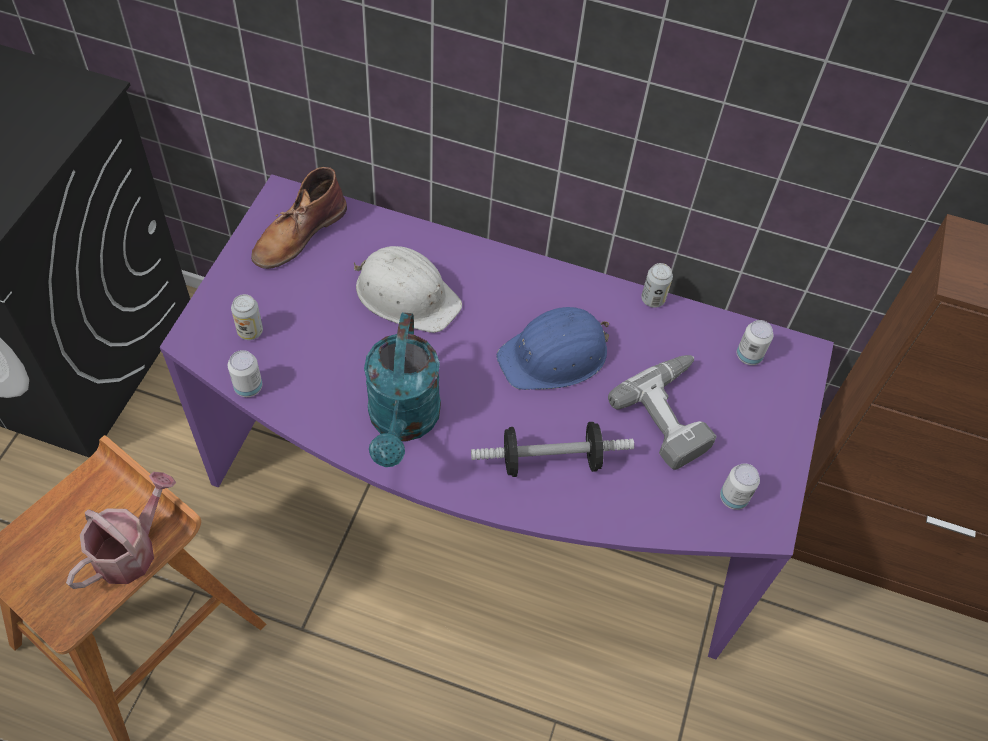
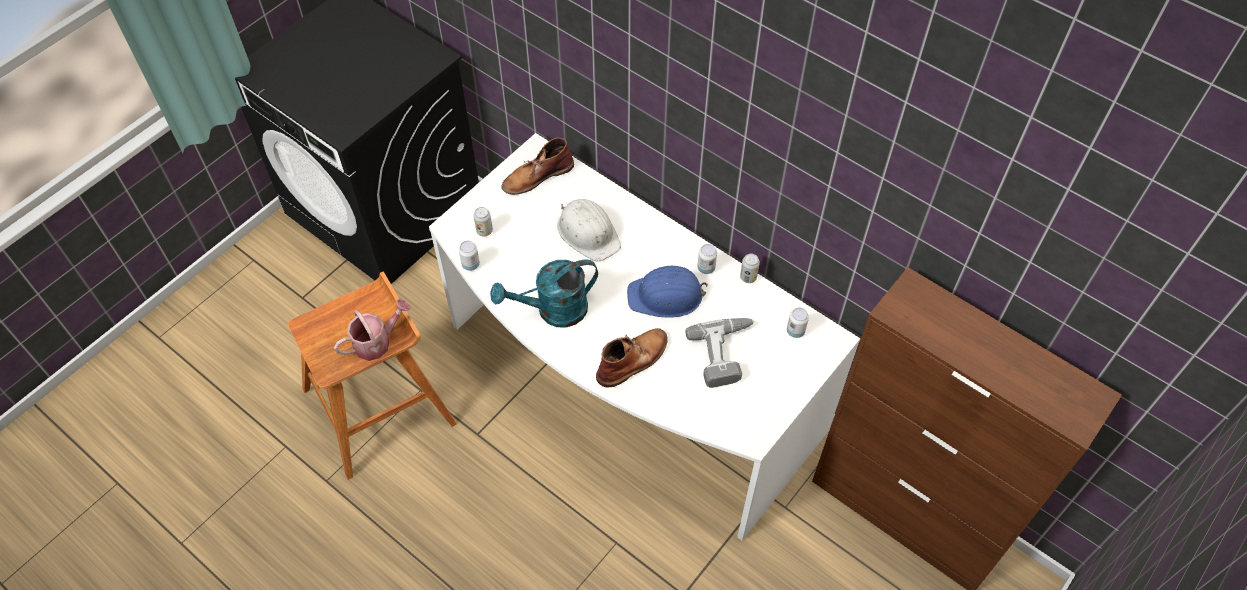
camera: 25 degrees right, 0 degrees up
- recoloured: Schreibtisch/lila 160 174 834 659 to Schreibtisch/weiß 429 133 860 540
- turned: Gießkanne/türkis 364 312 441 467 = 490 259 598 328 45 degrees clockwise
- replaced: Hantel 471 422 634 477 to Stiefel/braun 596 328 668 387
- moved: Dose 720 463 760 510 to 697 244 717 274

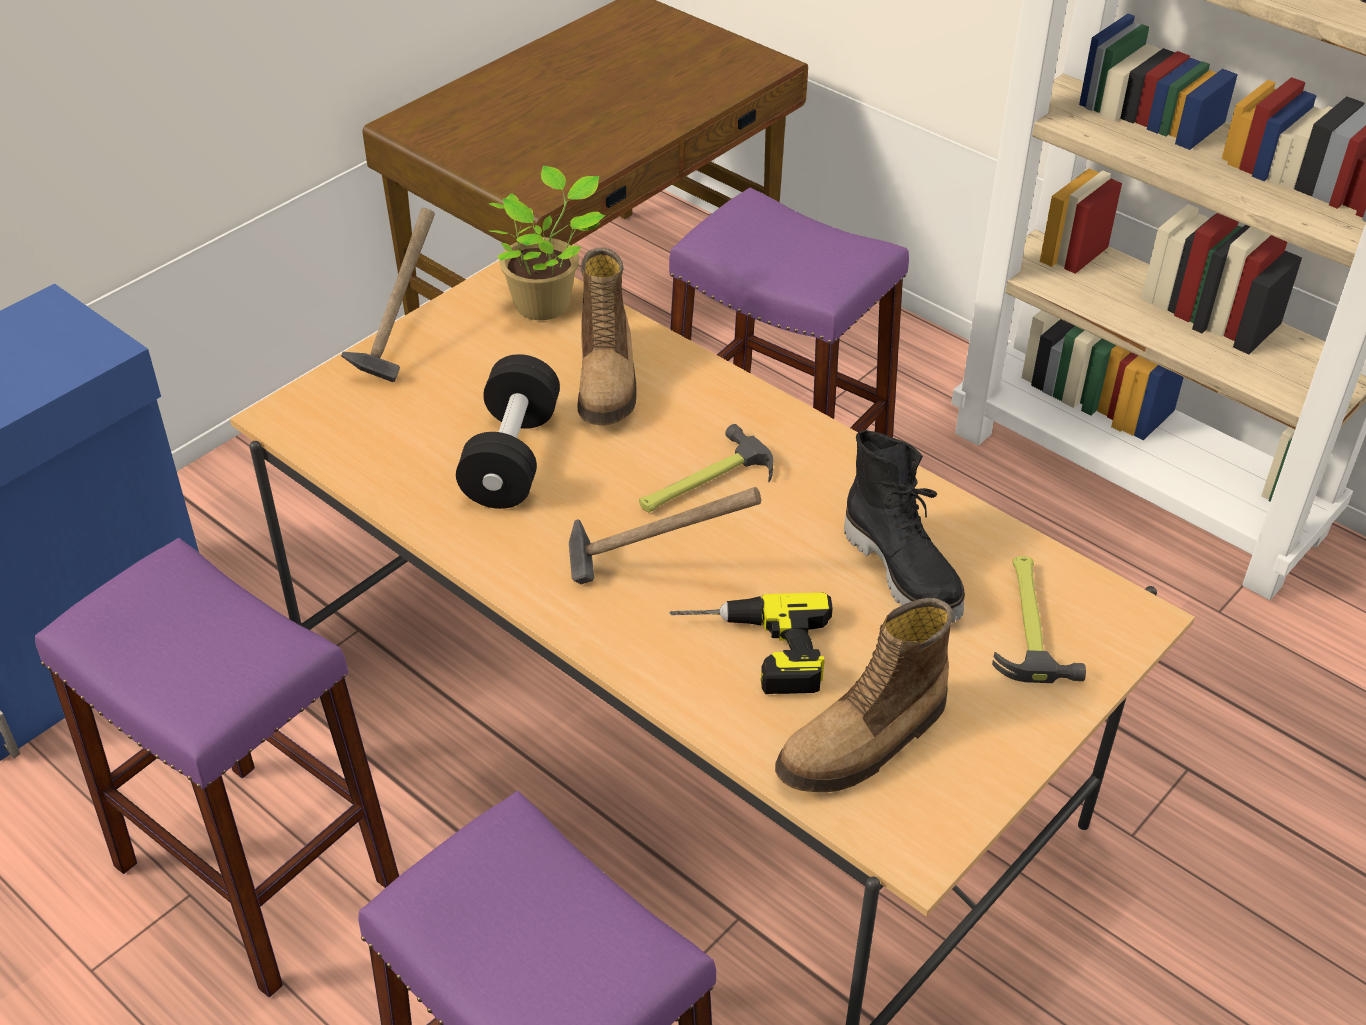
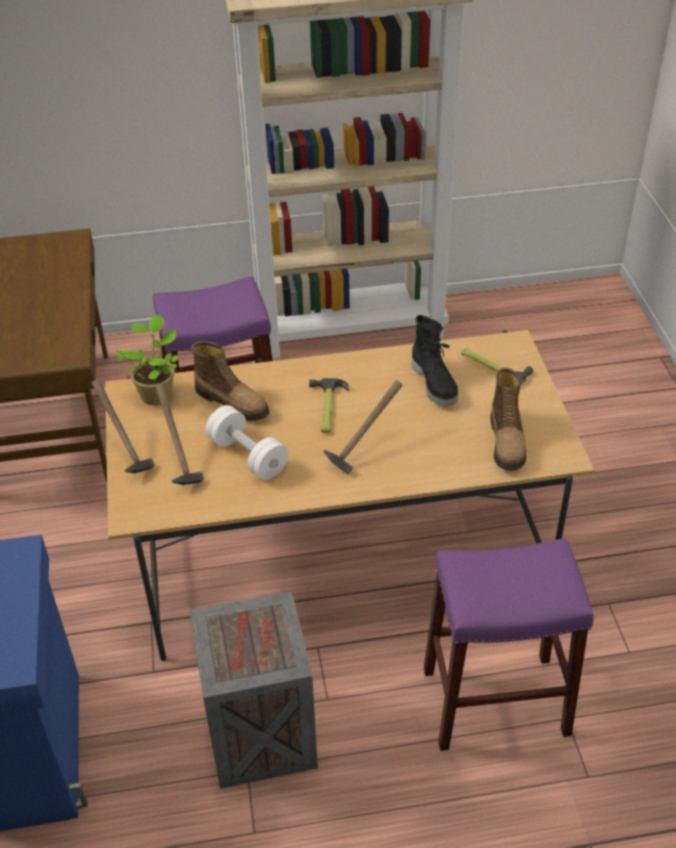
camera: 50 degrees left, 0 degrees up
- replaced: Hocker/lila 35 538 399 998 to Kiste 190 591 318 789
- recoloured: Hantel/schwarz 456 354 560 509 to Hantel/weiß 205 405 288 480
- removed: Bohrmaschine 669 593 833 694
- turned: Stiefel/schwarz 844 430 965 623 = 412 315 458 407 60 degrees clockwise
- added: Hammer 156 385 204 485

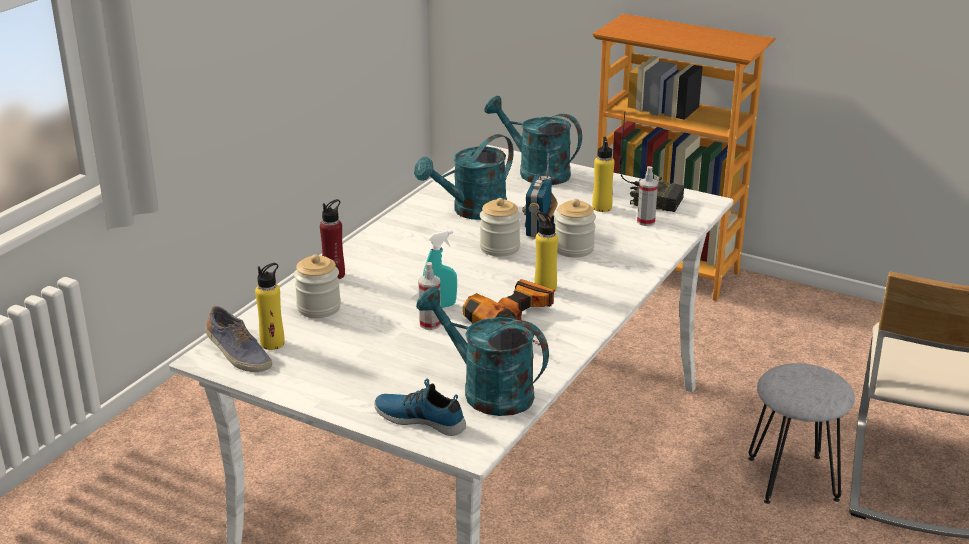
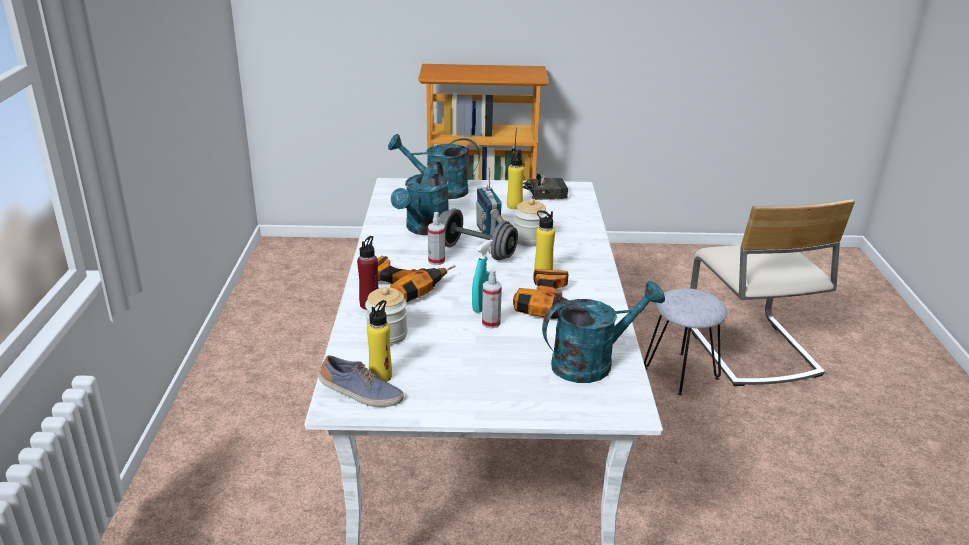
camera: 30 degrees left, 0 degrees up
- removed: Schuh 374 379 466 436
- turned: Gießkanne/türkis 416 287 549 416 = 542 281 665 383 150 degrees clockwise
- replaced: Vorratsglas 480 198 521 257 to Hantel/grau 439 208 518 260
- moved: Sprühflasche 637 166 658 226 to 428 212 445 265
- added: Bohrmaschine 378 256 456 302

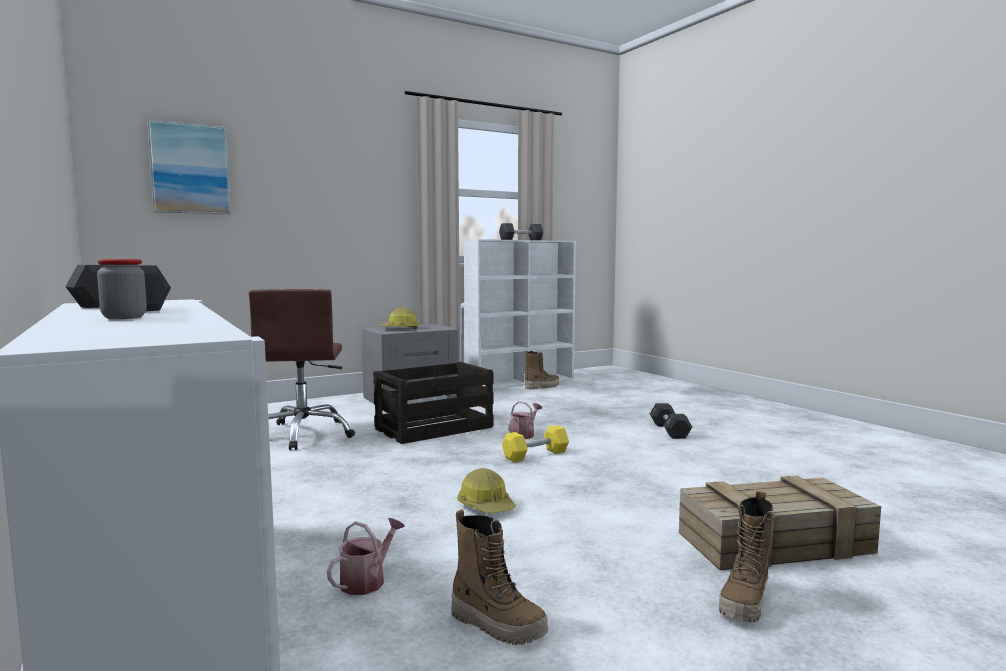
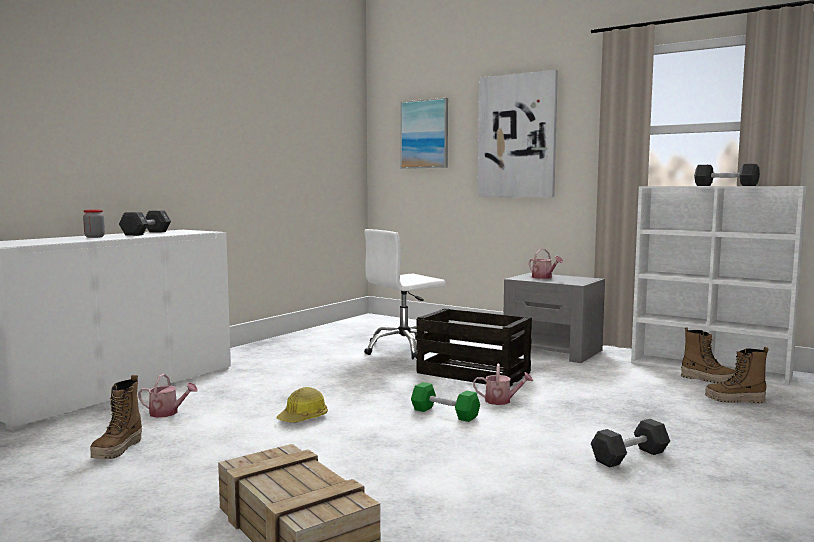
camera: 65 degrees right, 0 degrees up
- recoloured: Bürostuhl/braun 249 289 355 450 to Bürostuhl/weiß 364 229 446 359
- replaced: Schutzhelm 380 308 420 329 to Gießkanne 529 249 563 279
- recoloured: Hantel/gelb 502 425 569 462 to Hantel/grün 411 382 480 422
- moved: Stiefel 719 491 775 623 to 705 347 769 404
- added: Bild 478 70 558 197

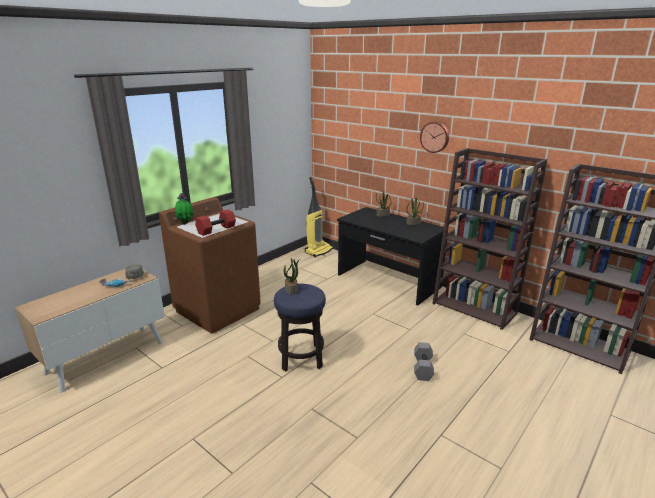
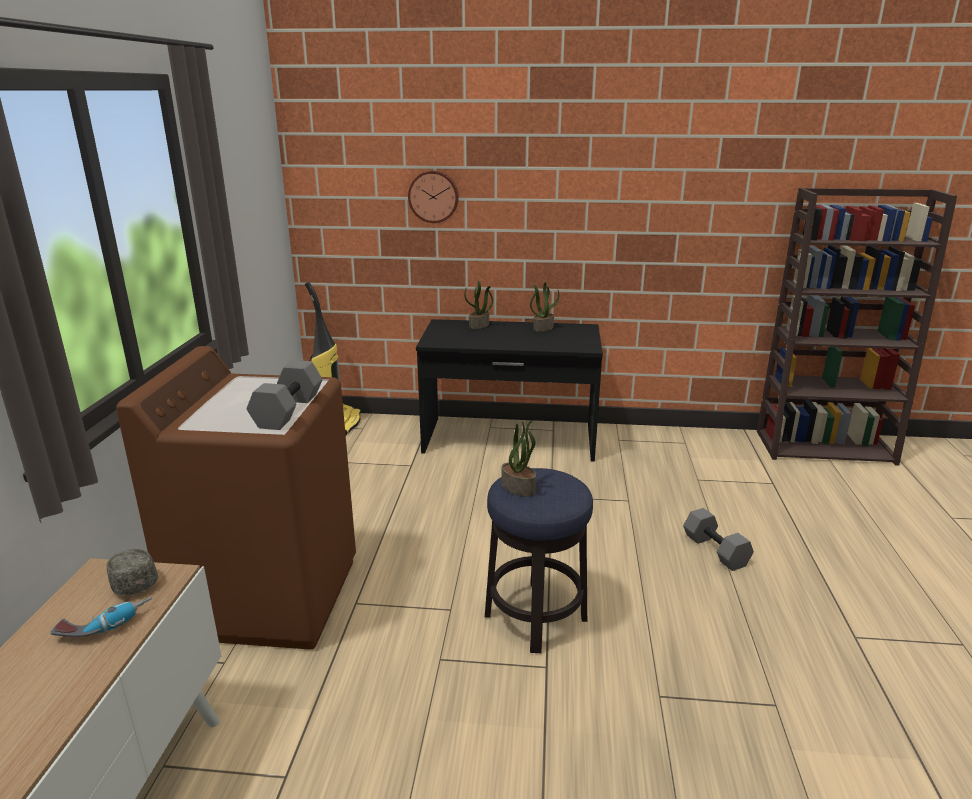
camera: 35 degrees left, 0 degrees up
- removed: Topfpflanze 175 193 194 225
- recoloured: Hantel/rot 195 210 236 236 to Hantel/grau 247 360 323 430
- moved: Wanduhr 420 122 449 153 to 408 171 459 223
- removed: Bücherregal/braun 432 148 547 330

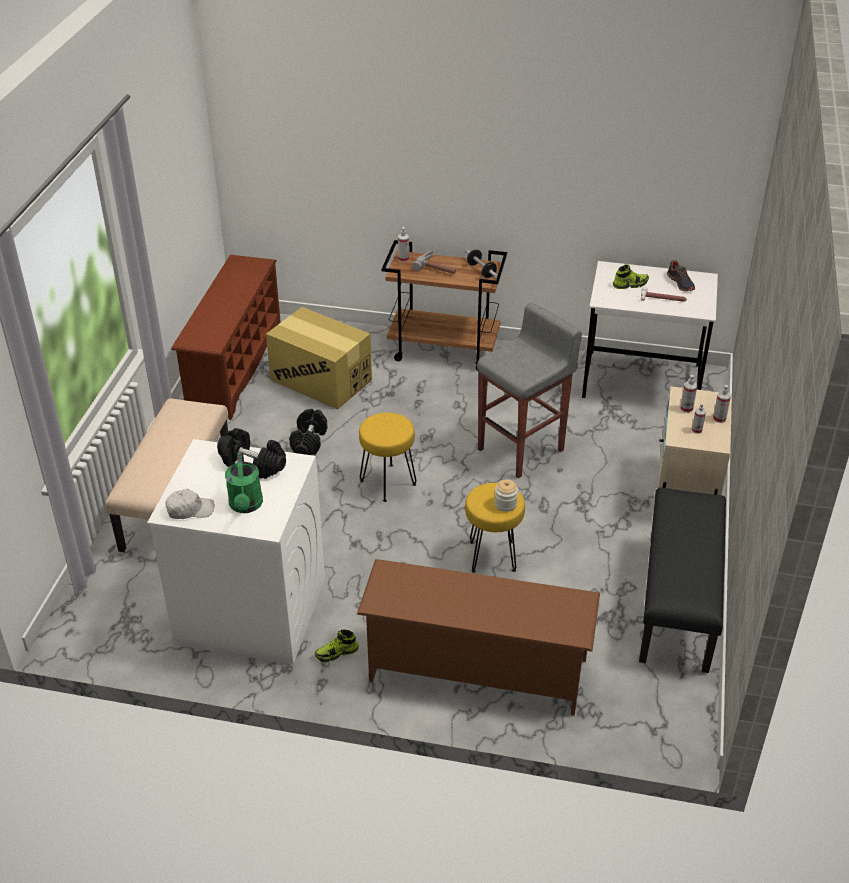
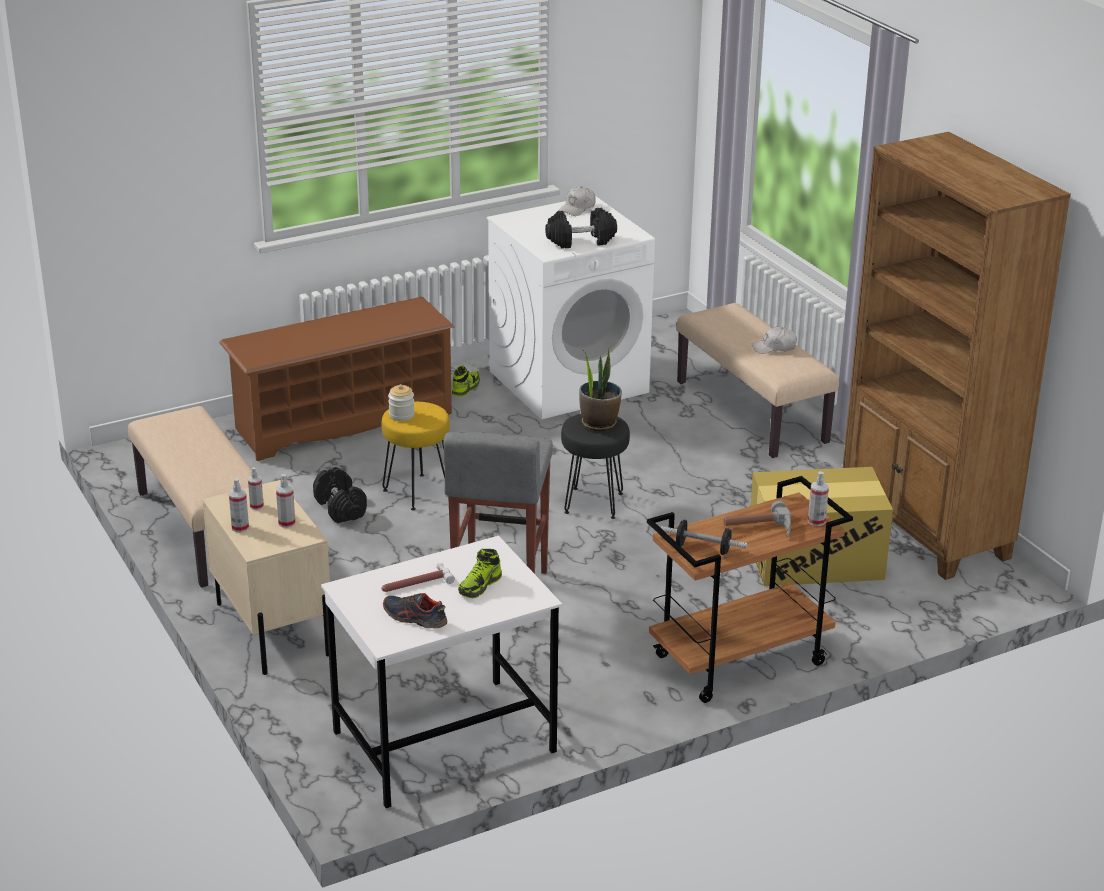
camera: 140 degrees right, 10 degrees down
- replaced: Schuhregal/braun 171 255 281 420 to Bücherregal/braun 843 132 1071 580
- removed: Gießkanne/grün 225 452 263 513
- moved: Hantel/schwarz 289 409 328 455 to 313 467 367 523
- recoloured: Hocker/gelb 359 412 417 502 to Hocker/schwarz 561 414 630 519
- recoloured: Bank/schwarz 639 488 726 673 to Bank/beige 128 406 252 588
- added: Topfpflanze 579 348 622 431
- added: Kappe/weiß 751 327 797 354

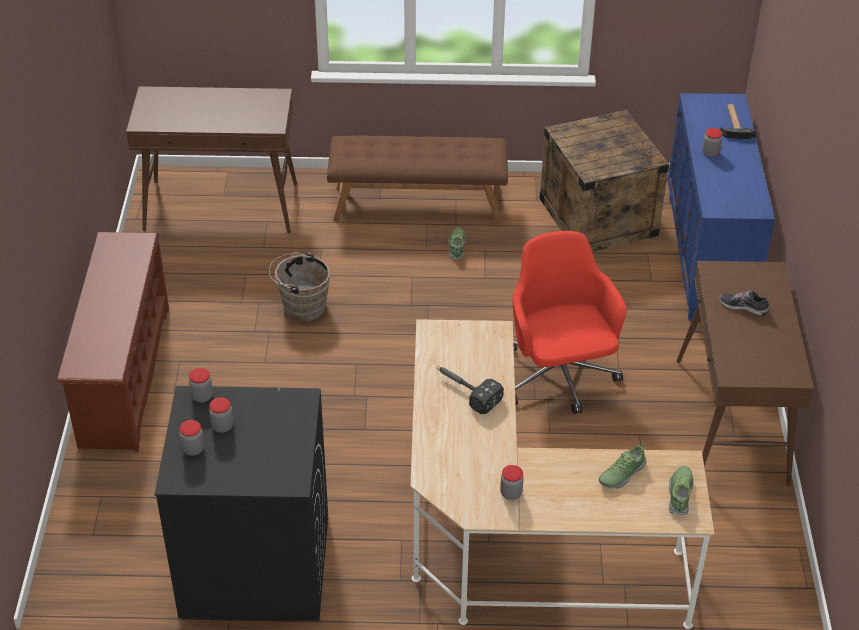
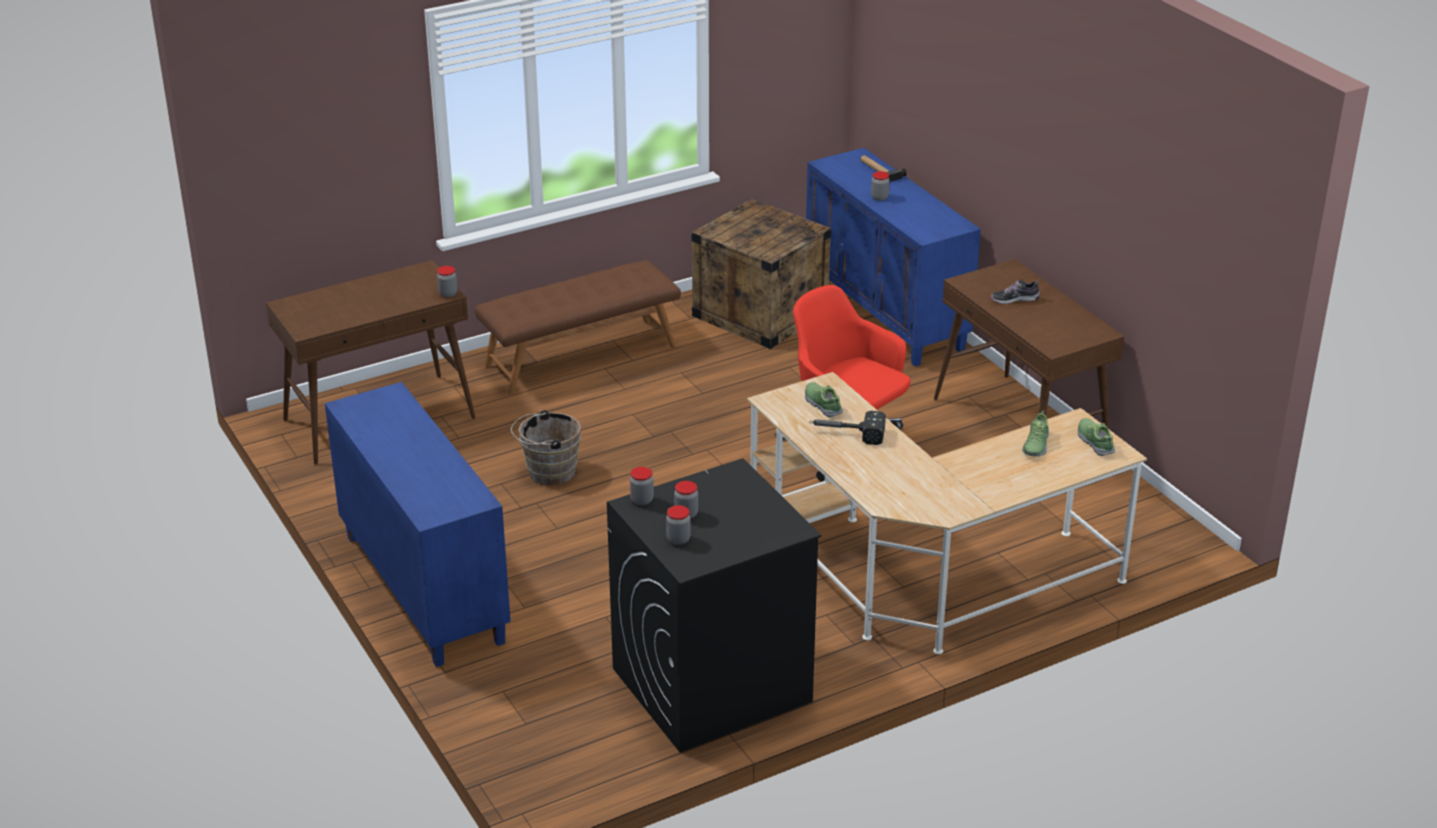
camera: 30 degrees left, 10 degrees down
- replaced: Schuhregal/braun 57 232 169 452 to Schrank/blau 325 382 511 667
- moved: Schuh 448 227 466 259 to 805 382 843 417
- moved: Vorratsglas 500 465 524 500 to 437 266 457 297

